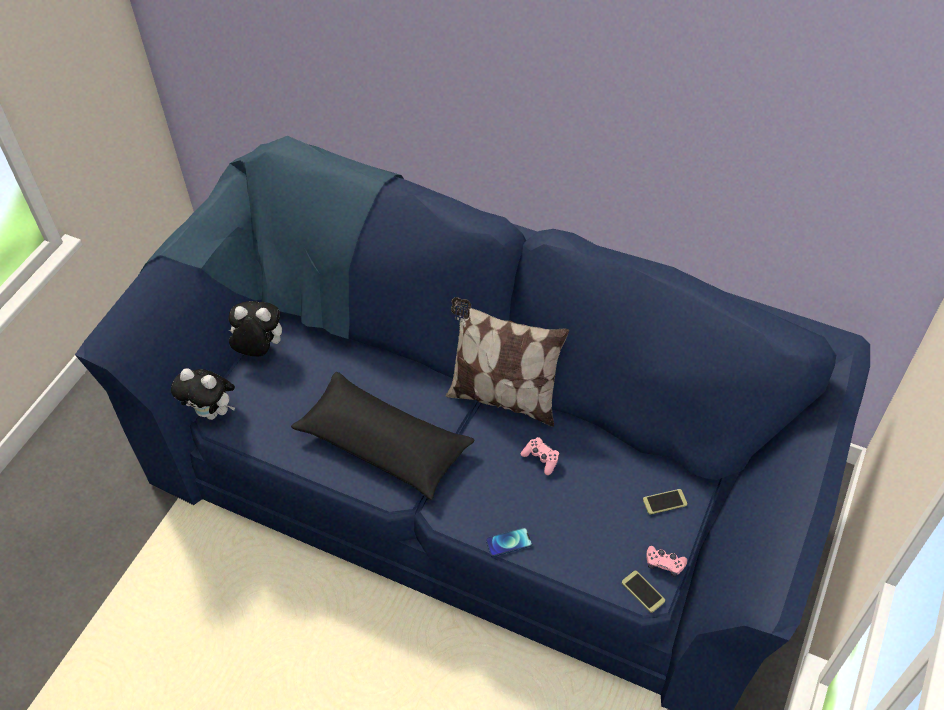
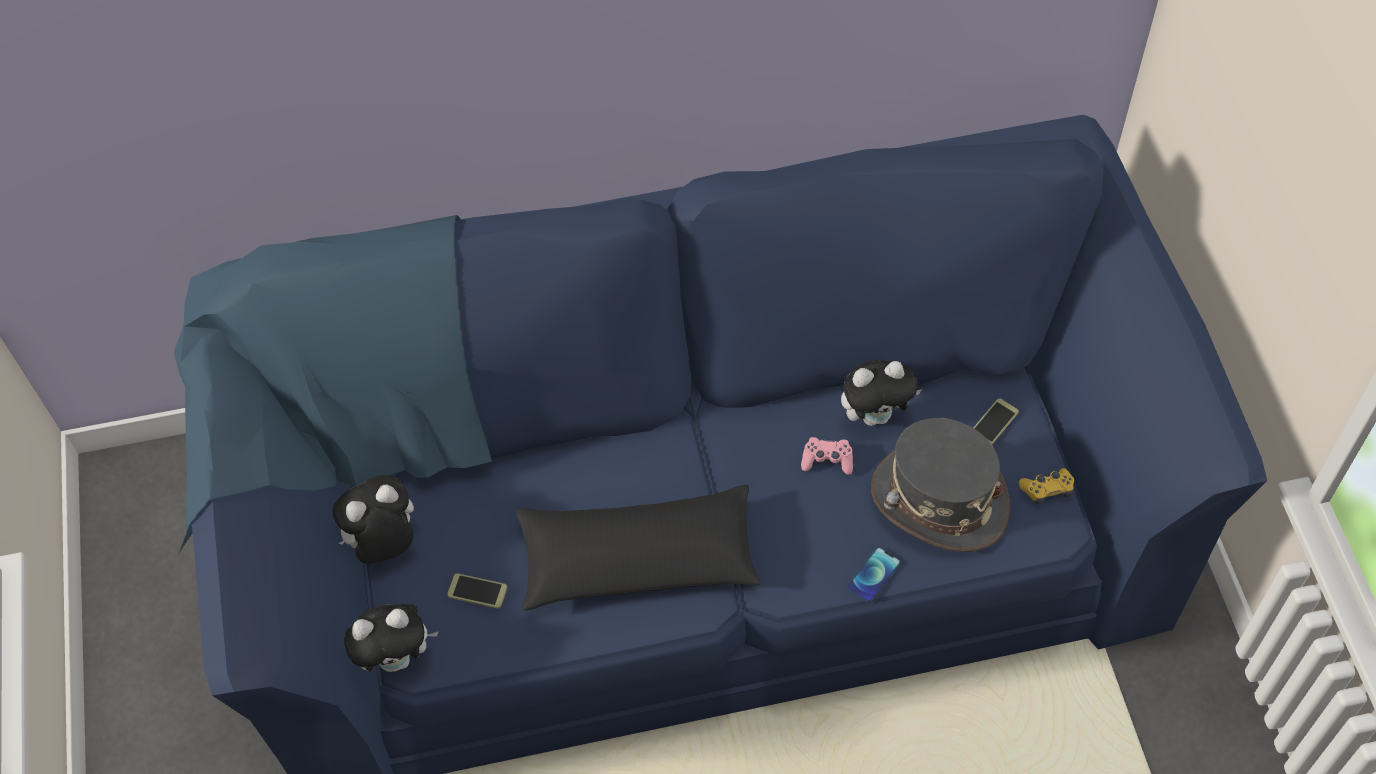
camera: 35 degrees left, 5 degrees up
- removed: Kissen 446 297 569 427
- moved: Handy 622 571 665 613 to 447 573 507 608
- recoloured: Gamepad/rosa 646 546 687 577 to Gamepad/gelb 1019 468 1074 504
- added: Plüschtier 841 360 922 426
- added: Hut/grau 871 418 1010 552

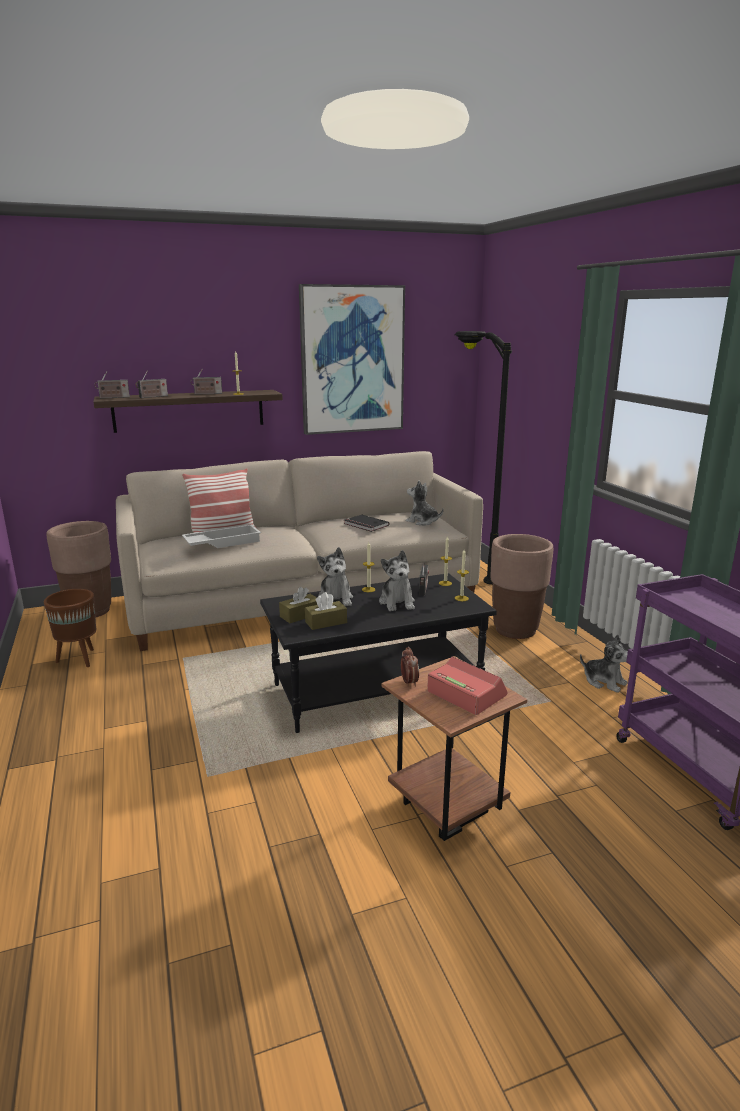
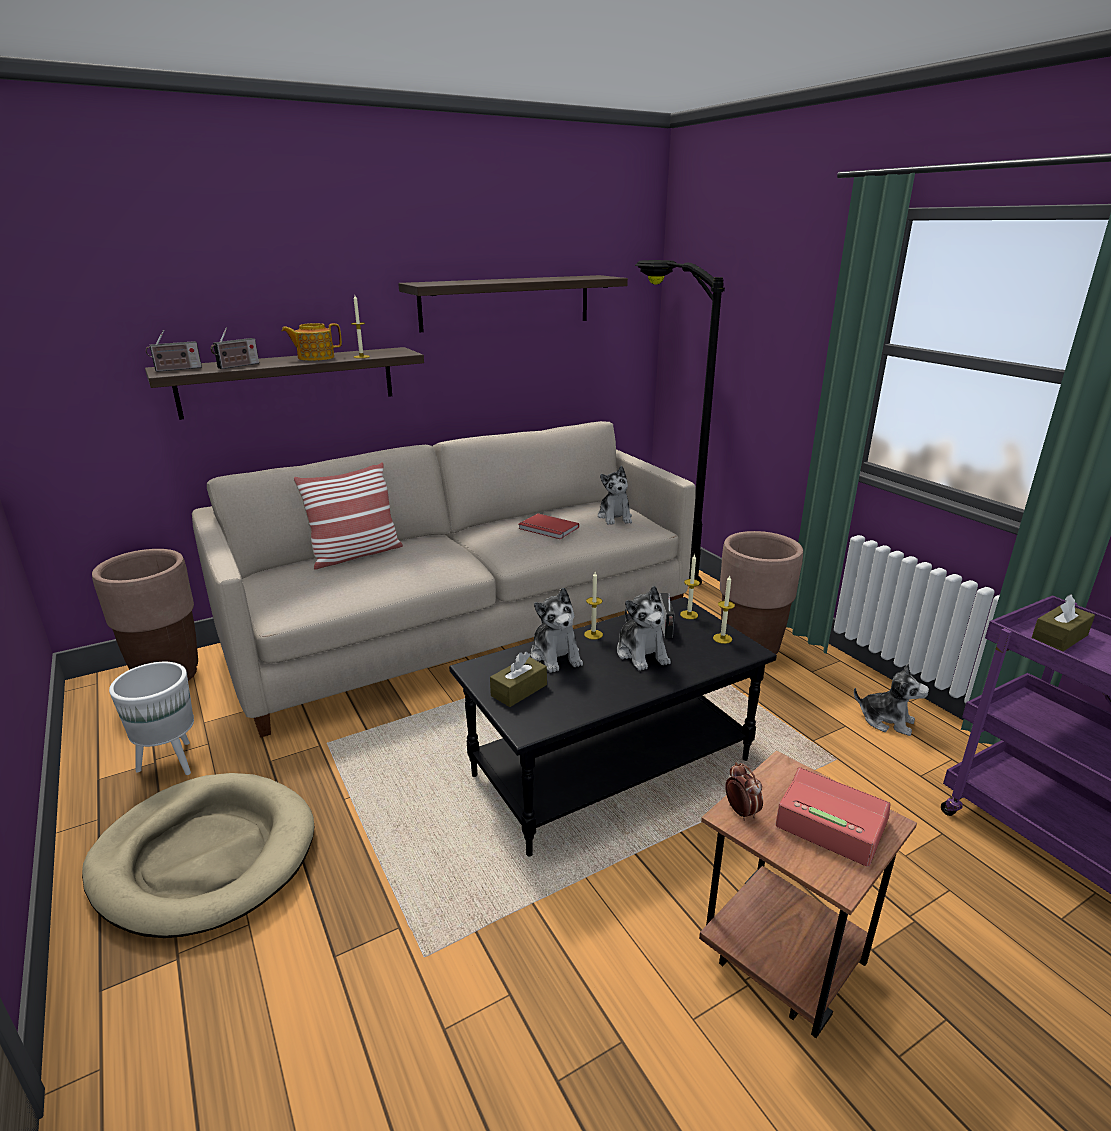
camera: 10 degrees left, 5 degrees up
- recoloured: Pflanzkübel/braun 44 589 96 667 to Pflanzkübel/weiß 109 662 194 775
- removed: Tablett/weiß 182 525 261 548
- replaced: Radio 191 368 222 395 to Teekanne 281 323 342 361
- replaced: Bild 299 284 405 435 to Wandregal 398 275 628 332
- moved: Taschentuchbox/braun 305 592 347 630 to 1032 594 1095 652
- recoloured: Buch/schwarz 344 515 389 532 to Buch/rot 518 513 579 539
- turned: Plüschtier 405 481 443 526 = 598 466 632 525 120 degrees counterclockwise
- added: Hundebett/beige 82 773 314 938

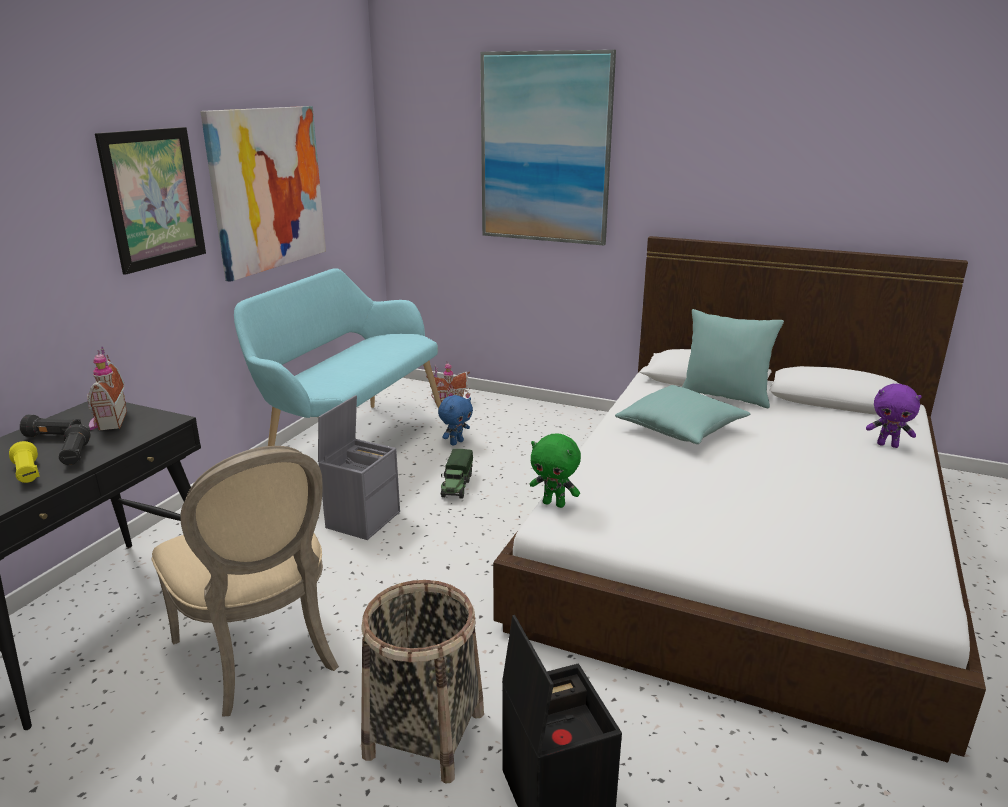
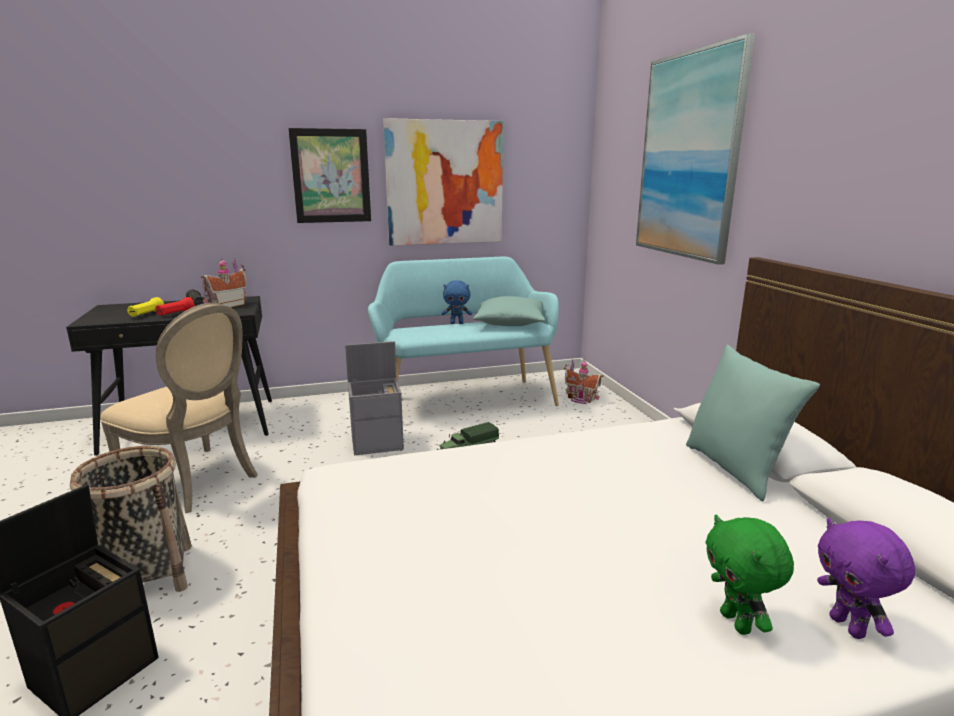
camera: 50 degrees right, 5 degrees down
- recoloured: Taschenlampe/schwarz 59 424 91 465 to Taschenlampe/rot 155 297 195 316
- turned: Stuhl/beige 151 446 339 717 = 100 303 258 513 75 degrees counterclockwise
- moved: Plüschtier/blau 438 395 473 446 to 442 280 472 324
- moved: Plüschtier/grün 530 434 581 508 to 705 515 794 635
- moved: Kissen/türkis 615 385 750 444 to 473 296 545 326

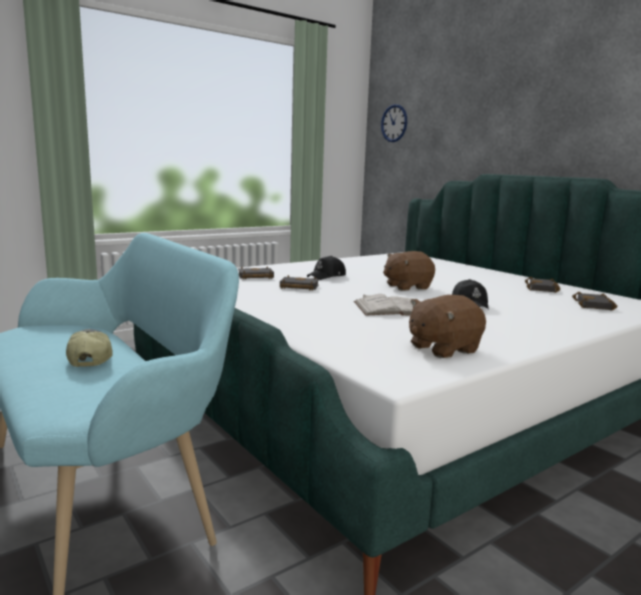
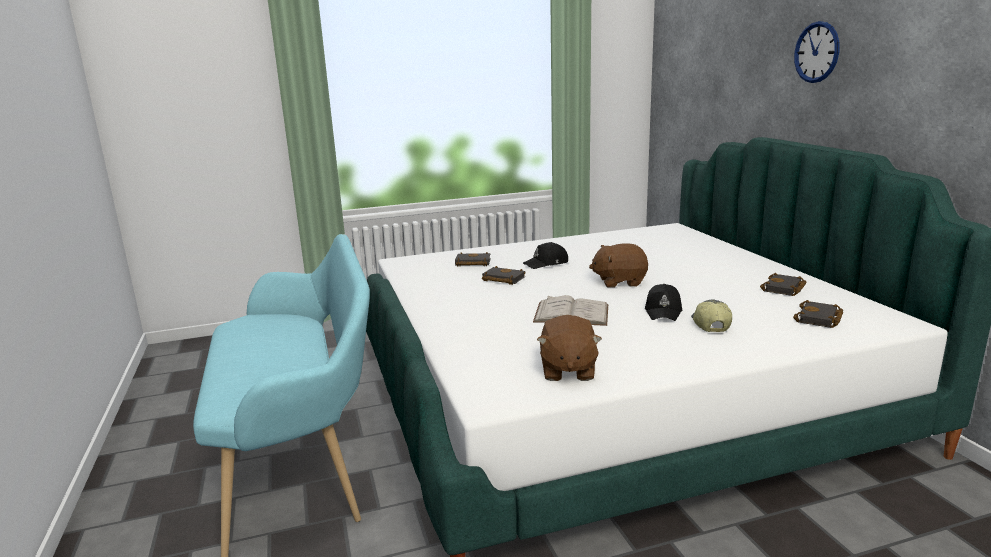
camera: 20 degrees right, 5 degrees up
- moved: Kappe 66 329 113 367 to 691 299 732 332
- moved: Wanduhr 381 104 407 142 to 794 21 840 83
- turned: Plüschtier/braun 409 295 486 358 = 537 315 602 381 75 degrees counterclockwise

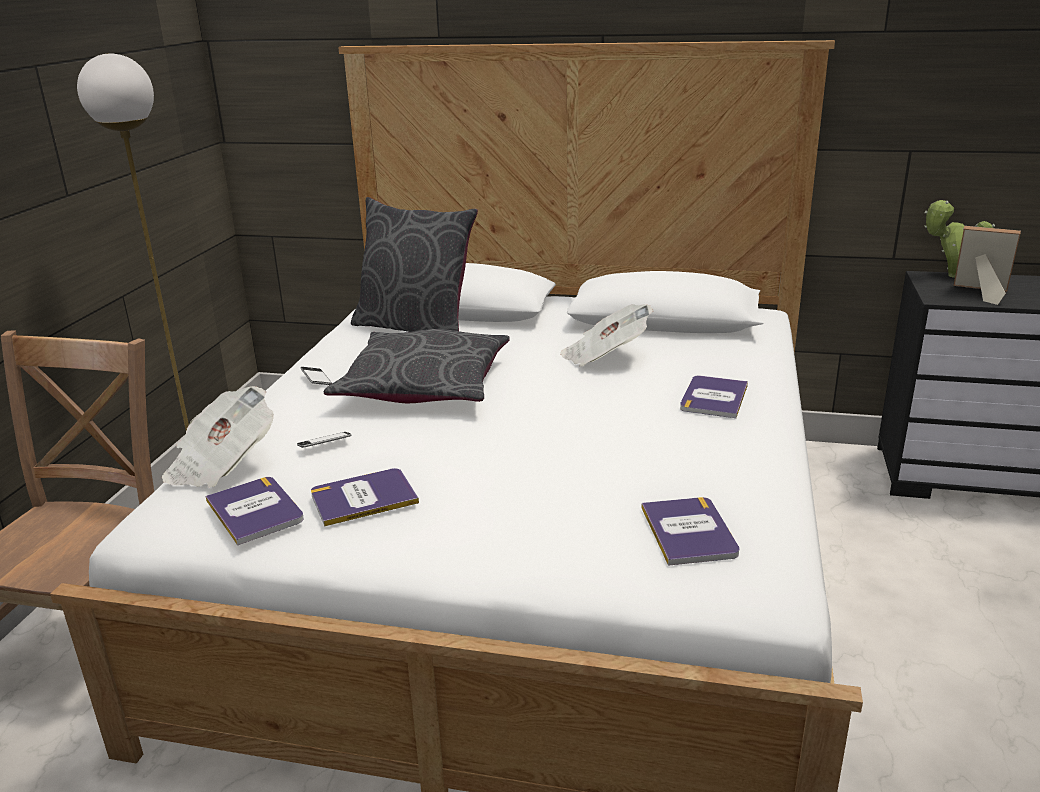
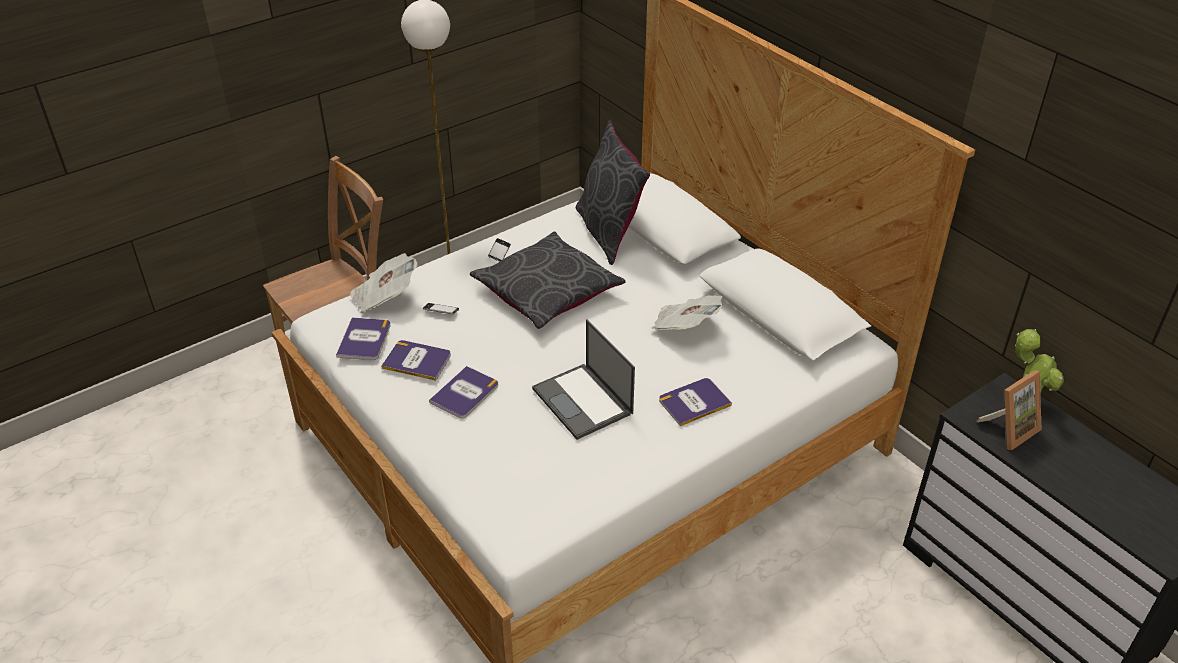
camera: 40 degrees right, 15 degrees up
- moved: Buch 642 497 740 566 to 429 366 498 418
- turned: Bilderrahmen 954 226 1021 305 = 977 370 1042 450 75 degrees clockwise
- added: Laptop 532 319 635 440

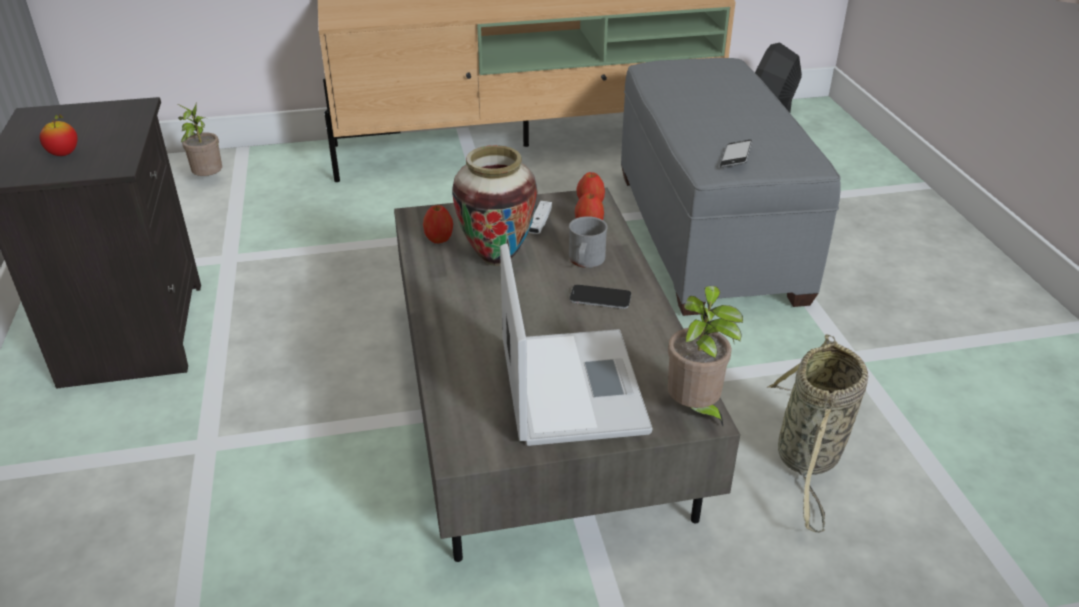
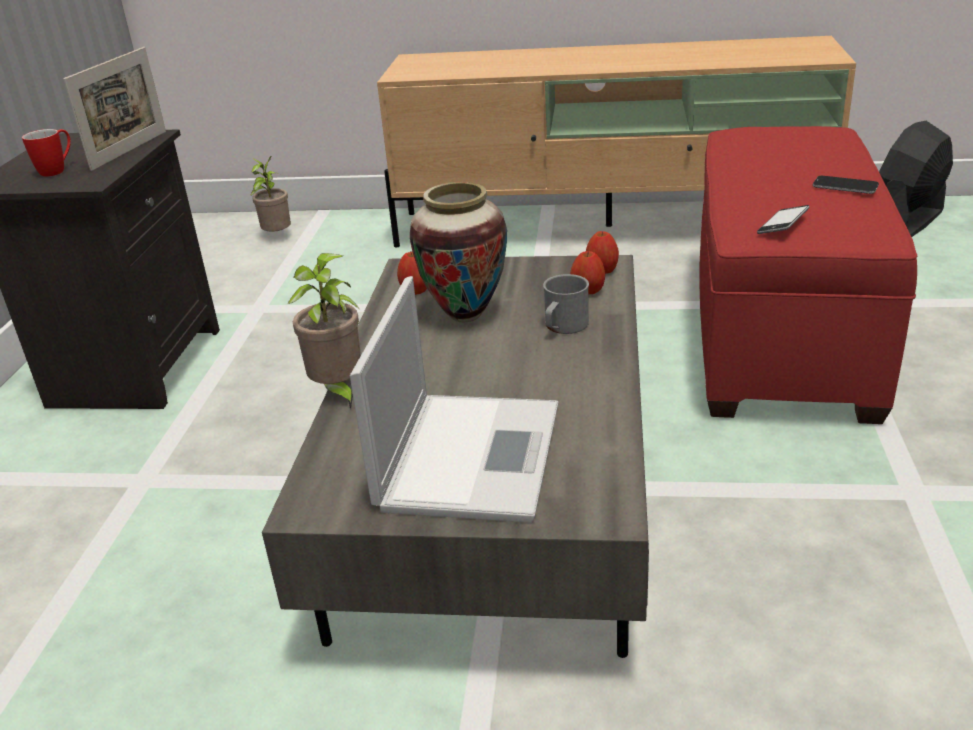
camera: 20 degrees right, 5 degrees down
- replaced: Apfel 39 114 78 156 to Henkelbecher 22 129 71 177
- removed: Gamepad/weiß 529 201 552 234
- moved: Handy 569 285 631 309 to 813 176 879 194
- recoloured: Polsterhocker/grau 621 58 841 316 to Polsterhocker/rot 699 126 917 424
- moved: Topfpflanze 668 286 743 426 to 287 253 361 410
- removed: Korb 767 334 868 533
- added: Bilderrahmen 63 47 166 171

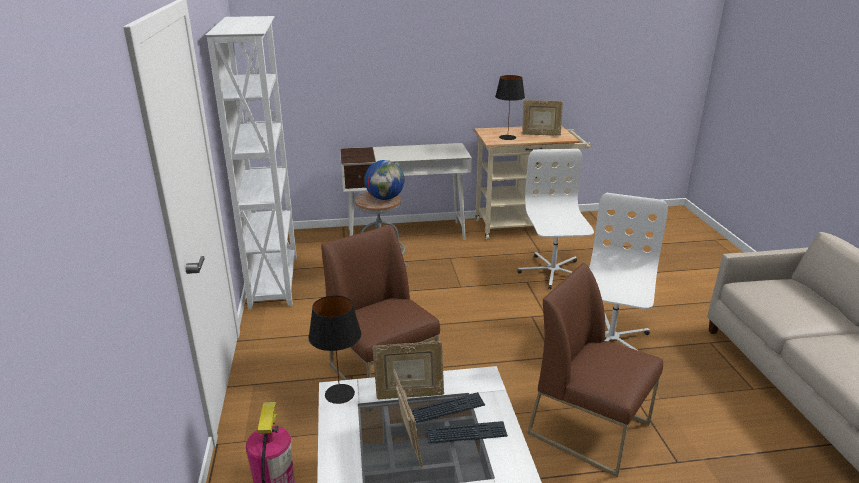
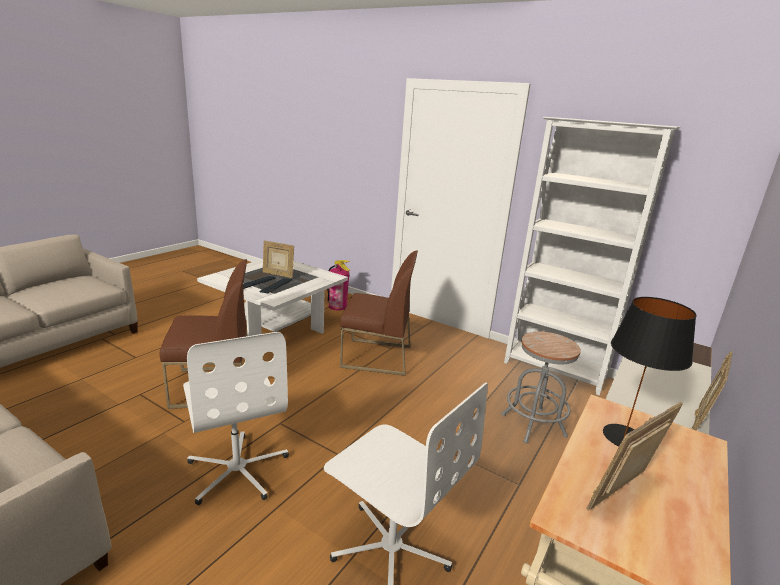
camera: 130 degrees right, 5 degrees down
- removed: Tischlampe/schwarz 308 295 361 404
- removed: Globus 364 160 404 200
- moved: Bilderrahmen 372 341 444 399 to 692 351 733 431

